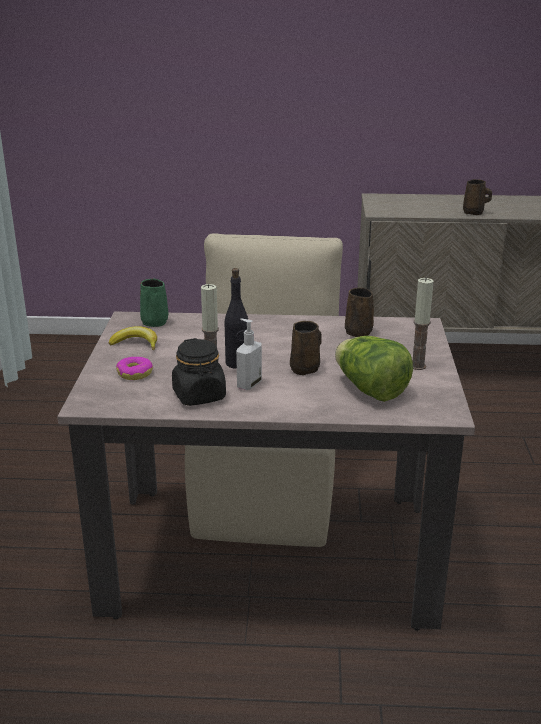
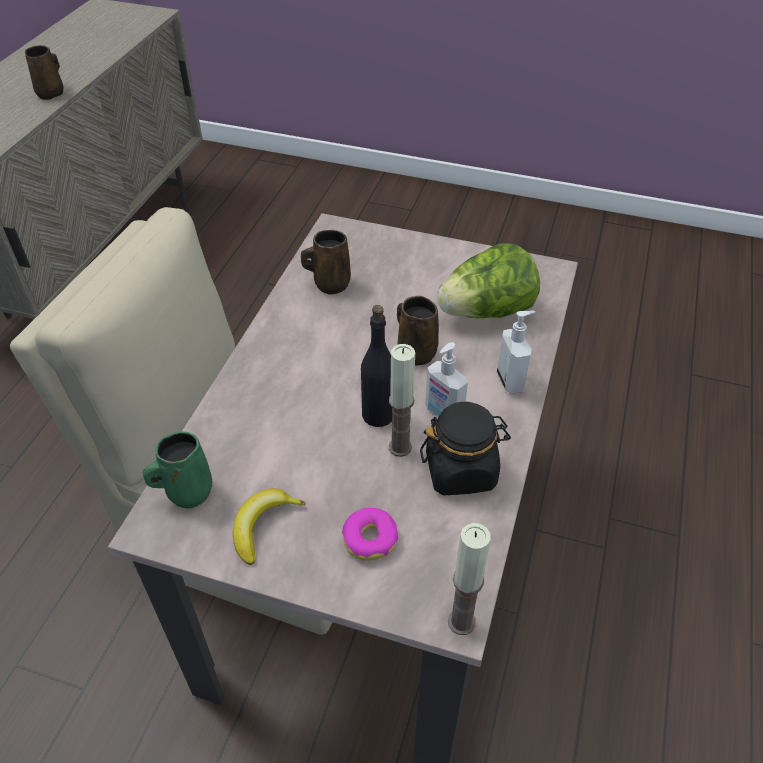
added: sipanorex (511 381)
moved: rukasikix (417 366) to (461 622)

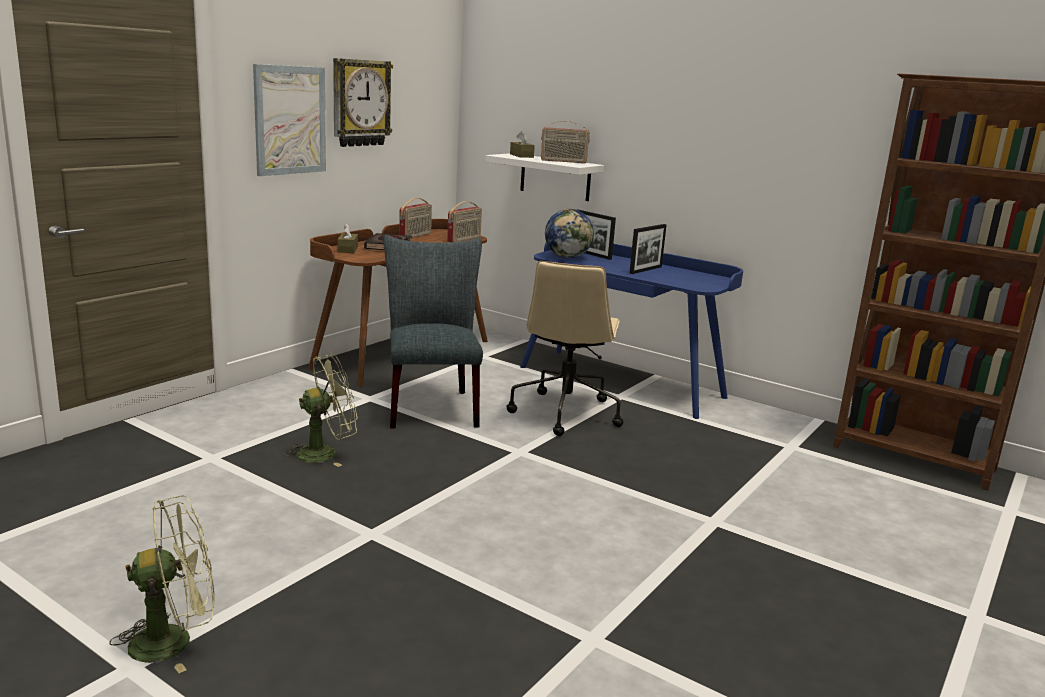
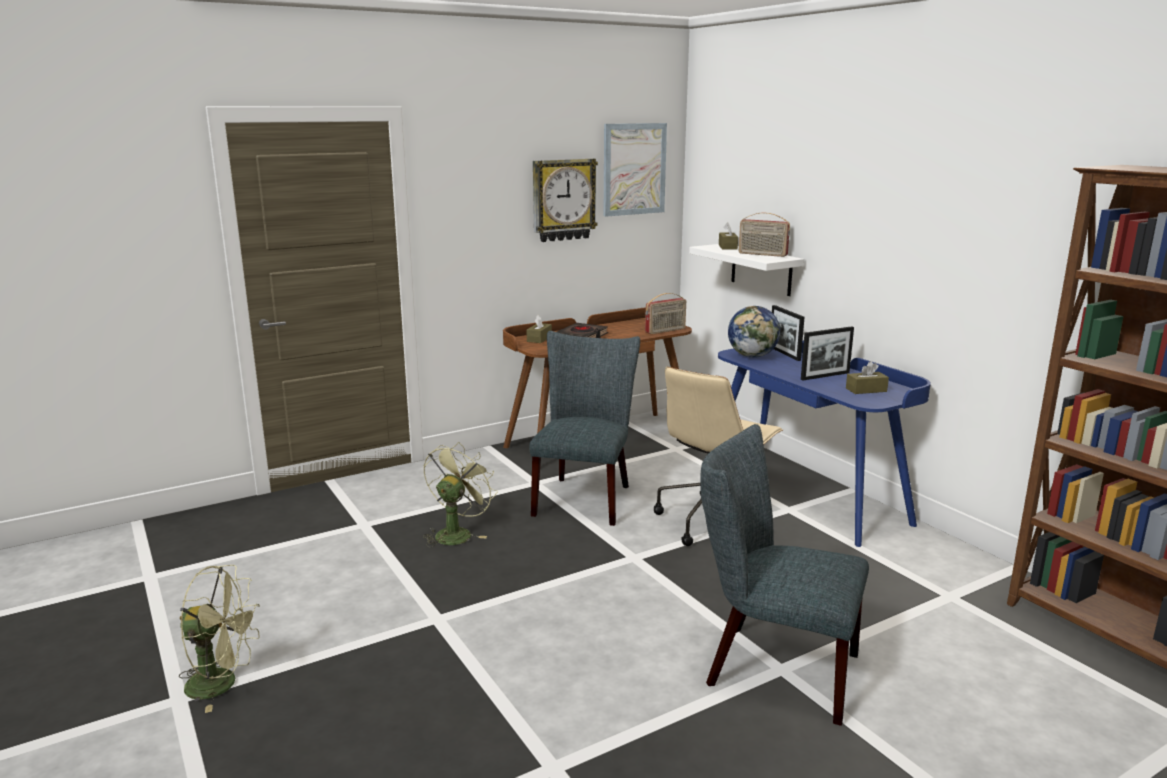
removed: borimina (416 236)
added: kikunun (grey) (772 668); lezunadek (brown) (866 390)
moved: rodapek (290 120) to (634 169)
turned: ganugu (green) (325 453) = (456 533) 60 degrees counterclockwise

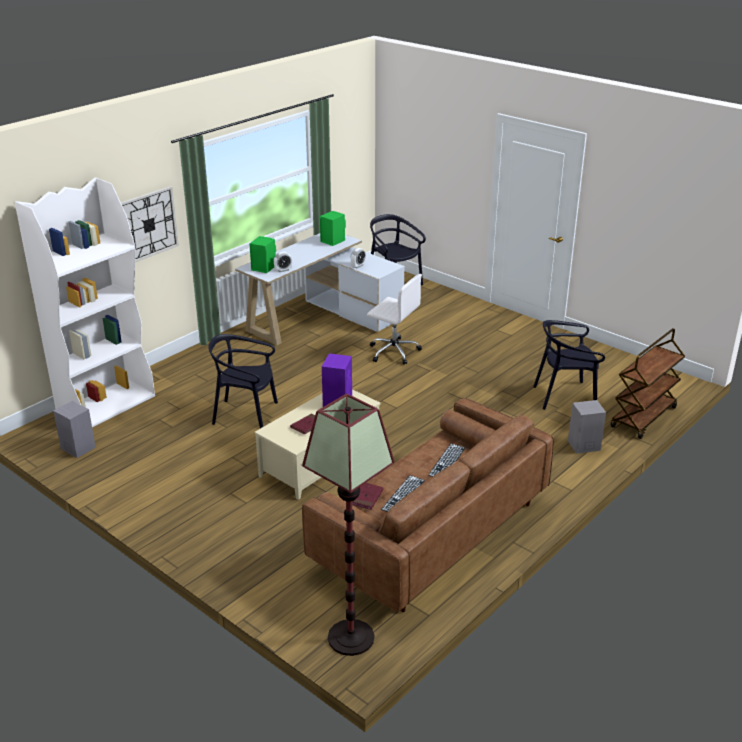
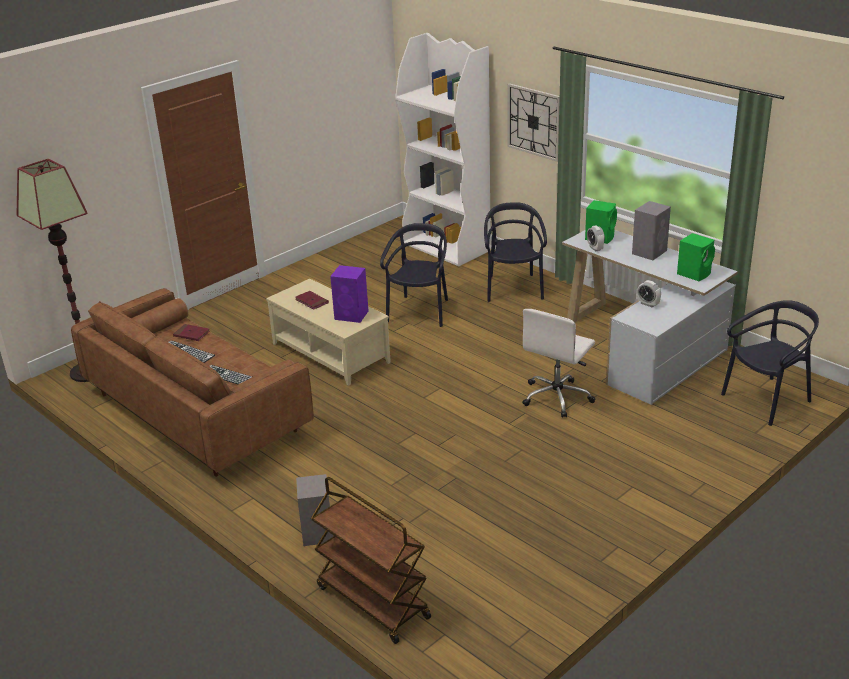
moved: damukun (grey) (77 447) to (649 252); kikunun (black) (565 397) to (513 288)

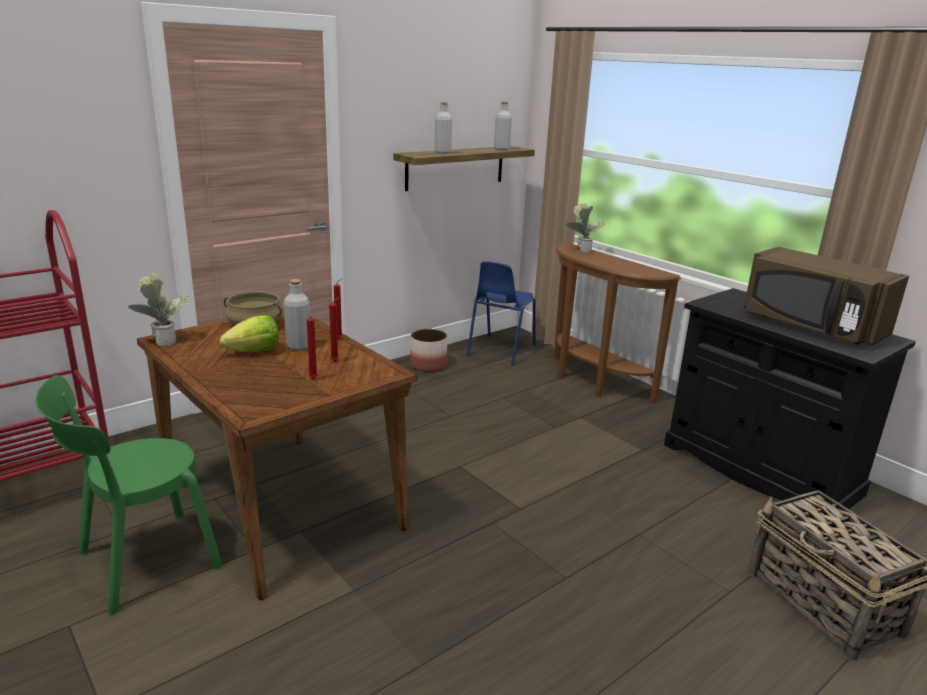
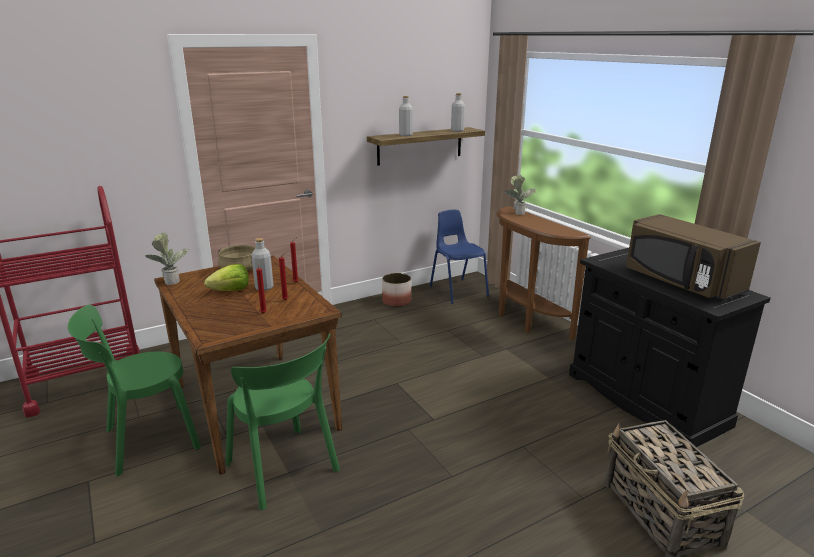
added: kikunun (green) (284 470)
turned: kikunun (blue) (500 350) = (458 291) 120 degrees clockwise

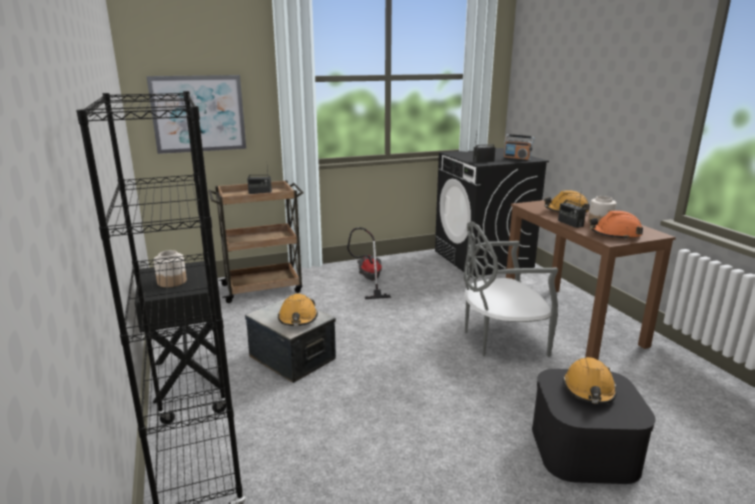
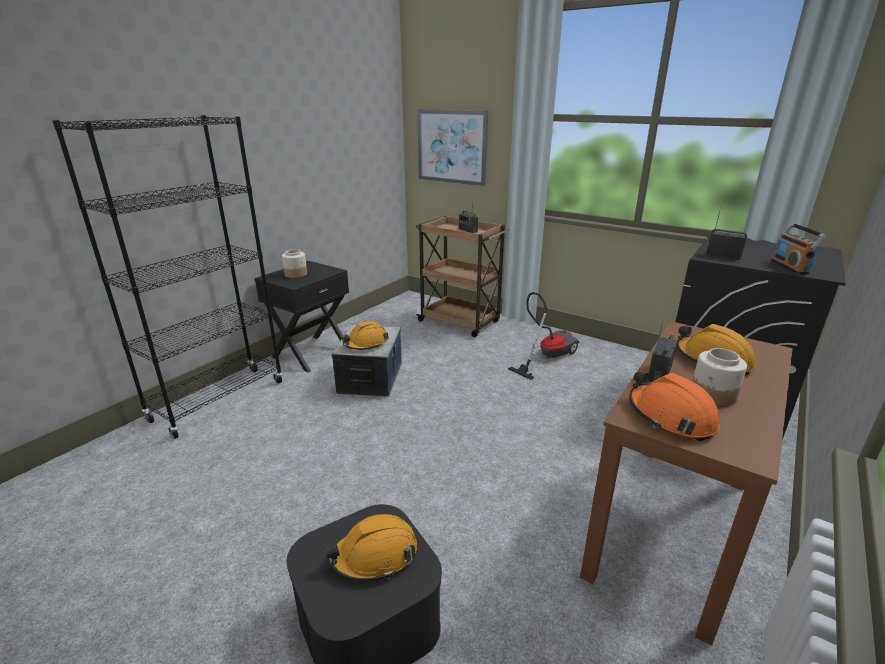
removed: kikunun (grey) (501 340)

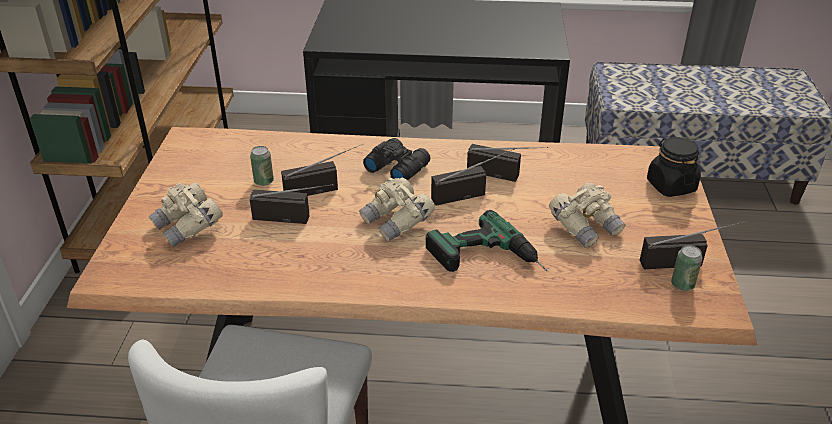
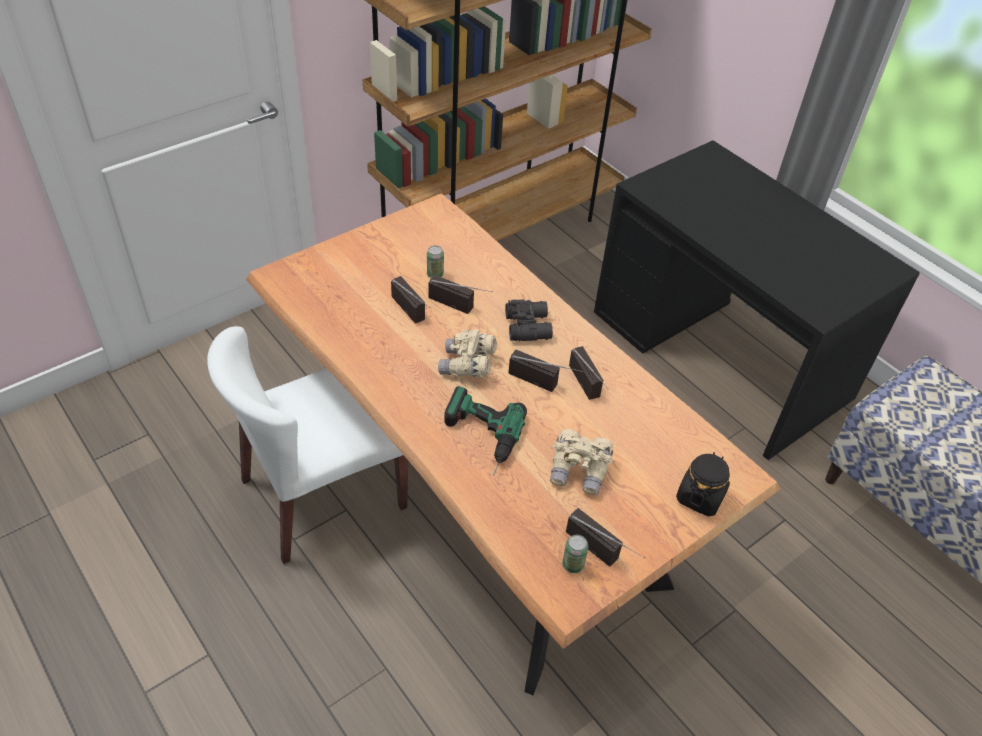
removed: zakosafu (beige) (189 227)

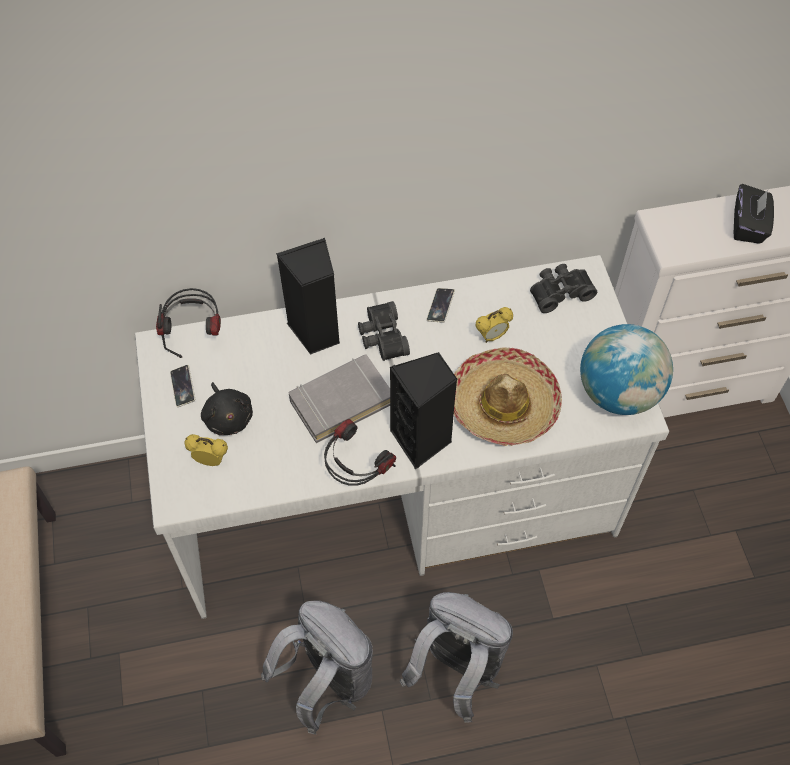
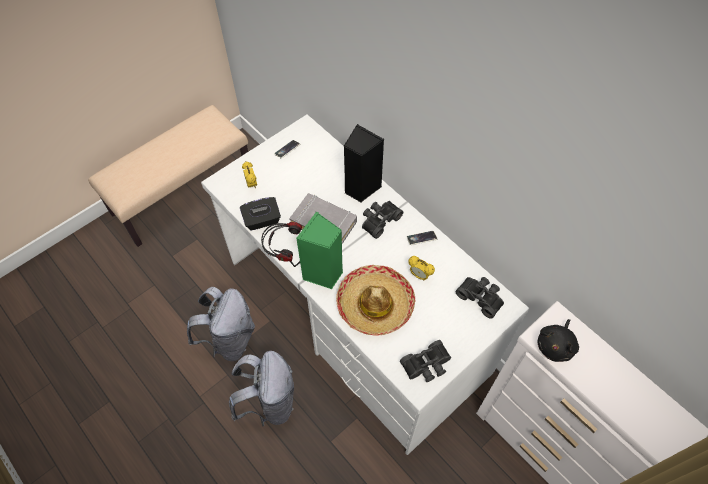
removed: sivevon (195 334)
moved: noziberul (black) (228 417) to (555 345); lezunadek (black) (748 226) to (262 220)
replaced: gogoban (618 393) to zakosafu (black) (427 366)
recoloured: damukun (black) (422 440) to damukun (green) (323 274)

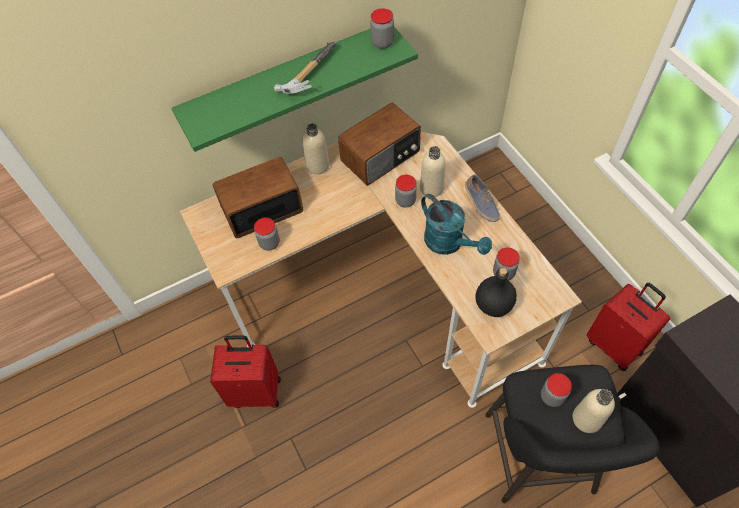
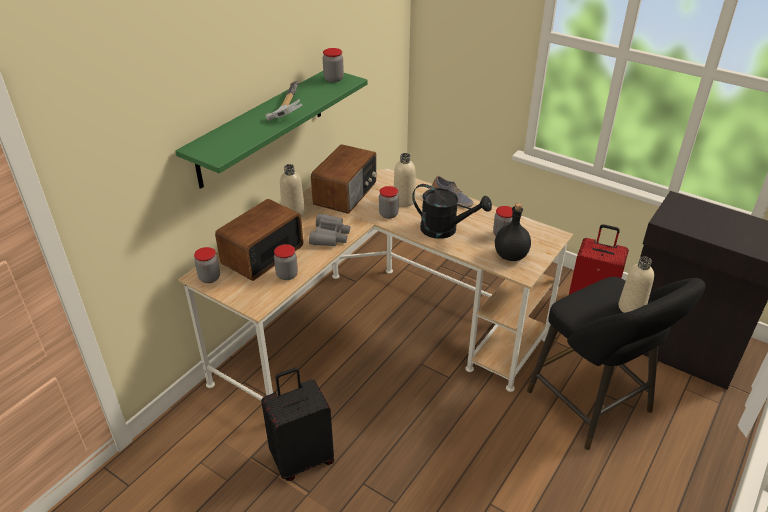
added: zakosafu (grey) (329 236)
moved: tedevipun (552 396) to (209 278)
recoloured: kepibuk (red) (256 391) to kepibuk (black) (302 458); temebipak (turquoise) (449 243) to temebipak (black) (445 230)

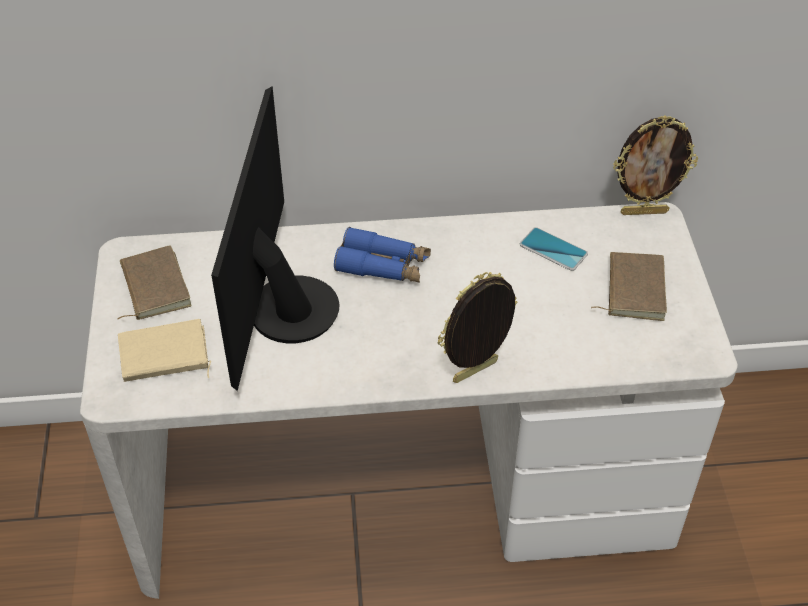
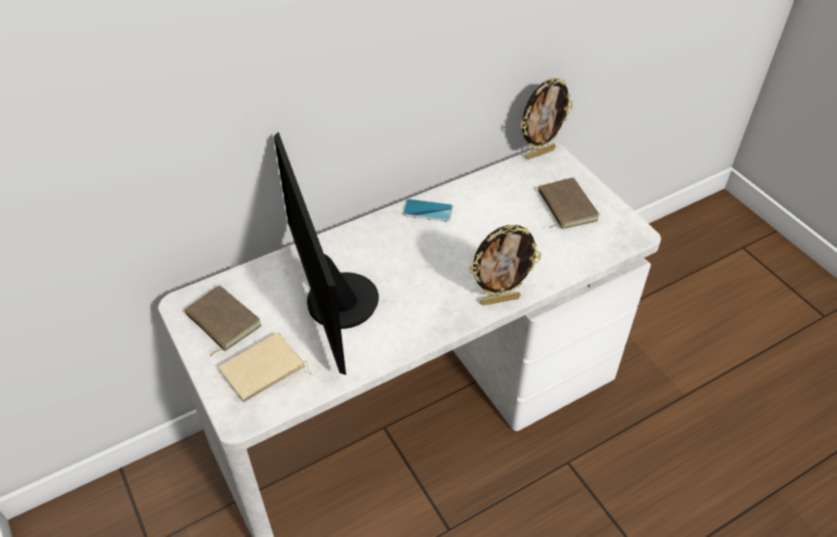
removed: zakosafu (blue) (383 266)
moved: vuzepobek (553 250) to (427 211)
turned: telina (476 373) = (500 299) 135 degrees counterclockwise

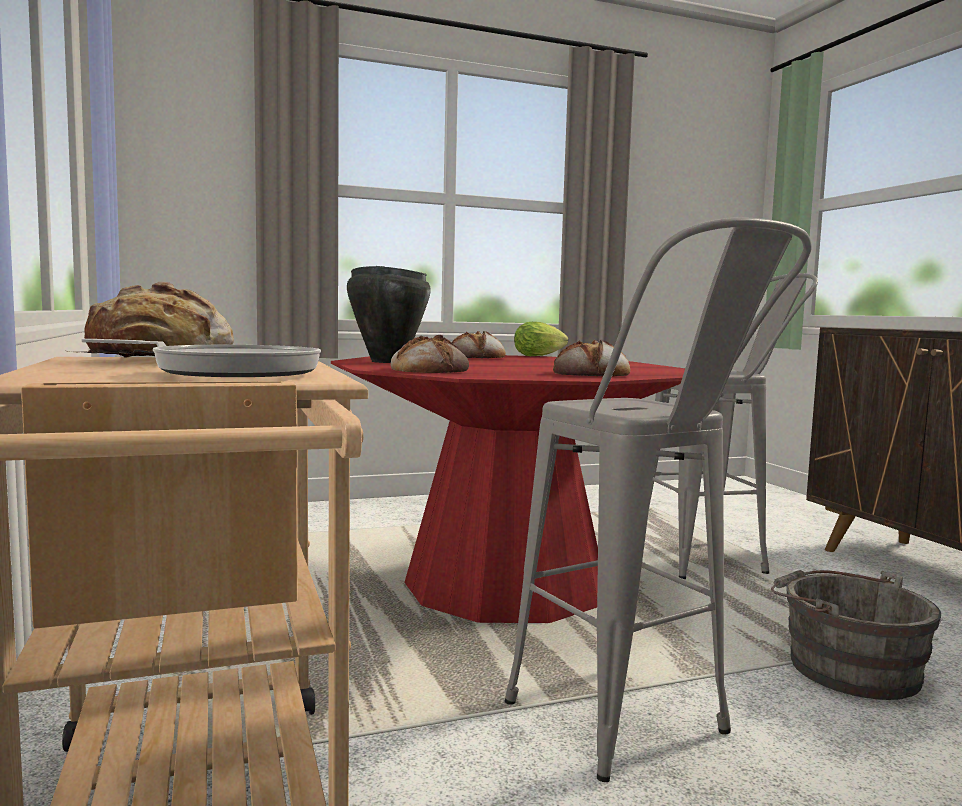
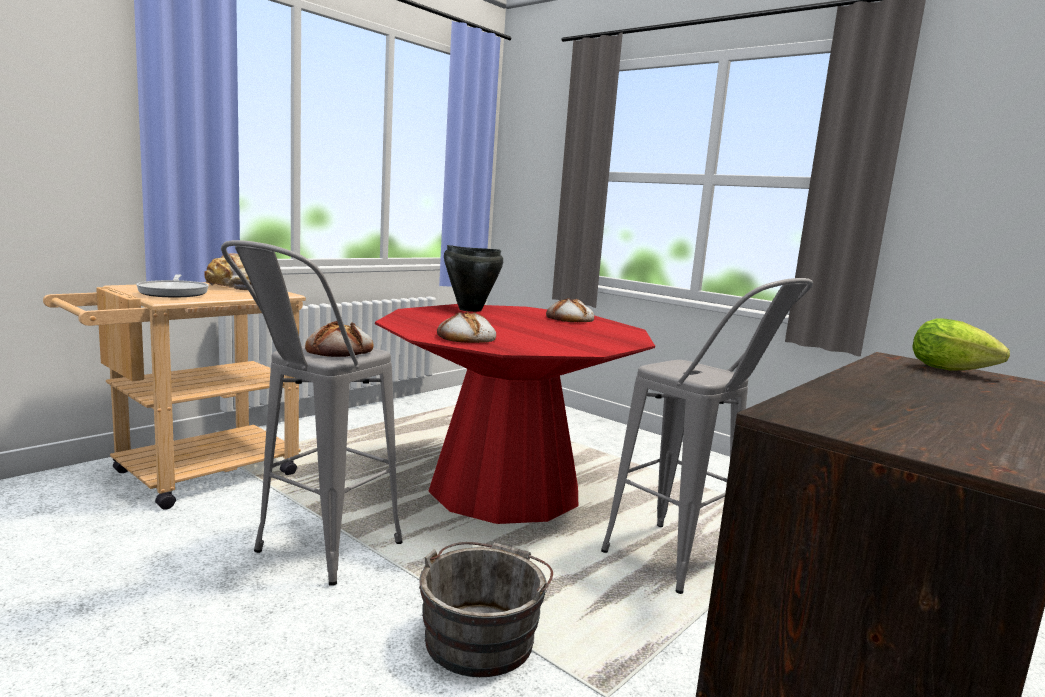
moved: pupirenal (430 370) to (340 350); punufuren (541 356) to (955 371)

